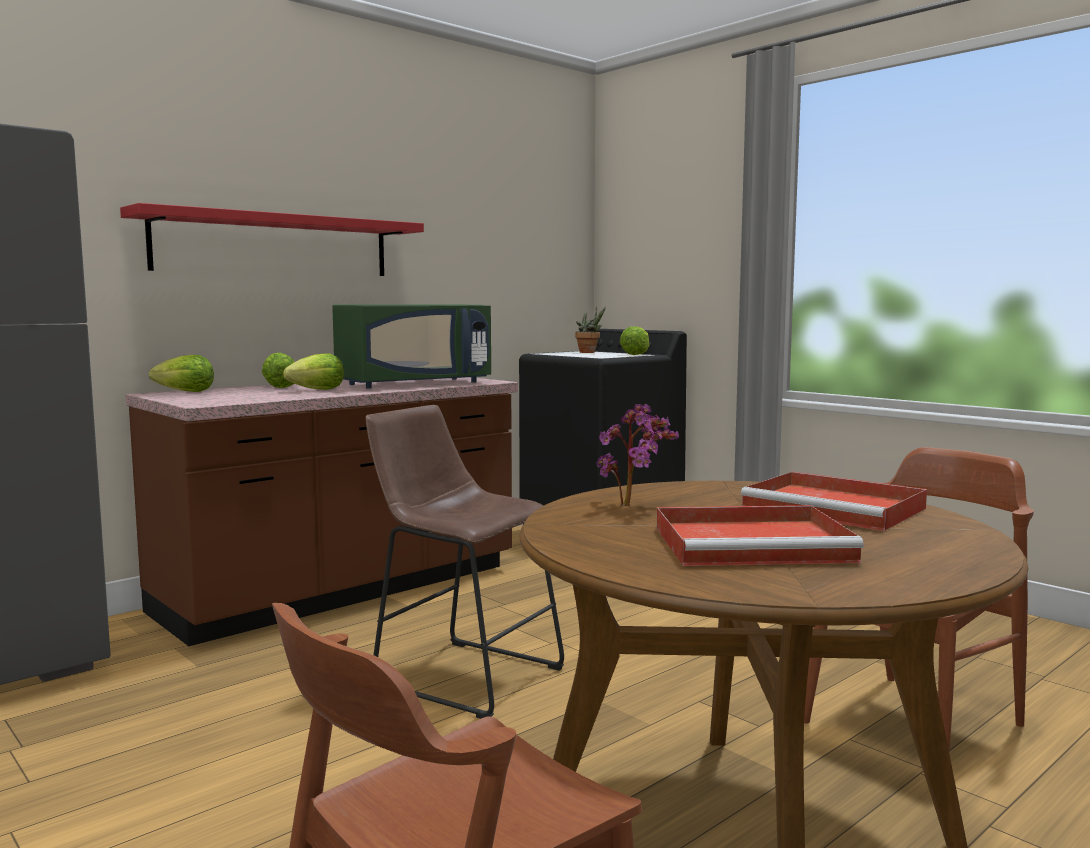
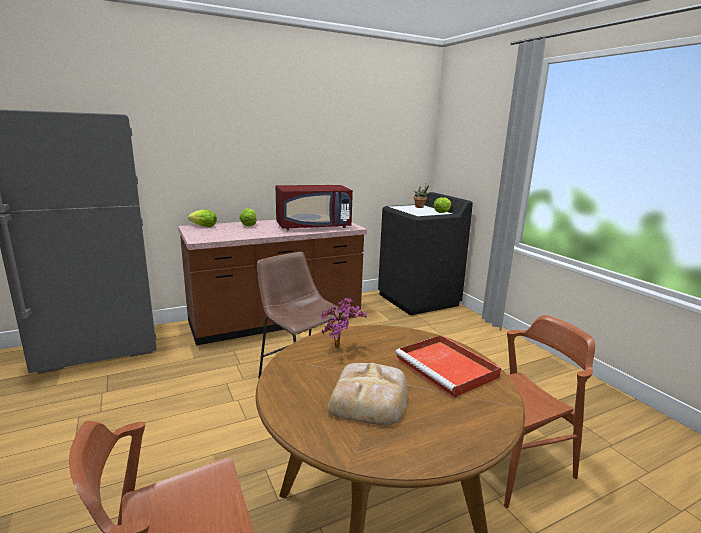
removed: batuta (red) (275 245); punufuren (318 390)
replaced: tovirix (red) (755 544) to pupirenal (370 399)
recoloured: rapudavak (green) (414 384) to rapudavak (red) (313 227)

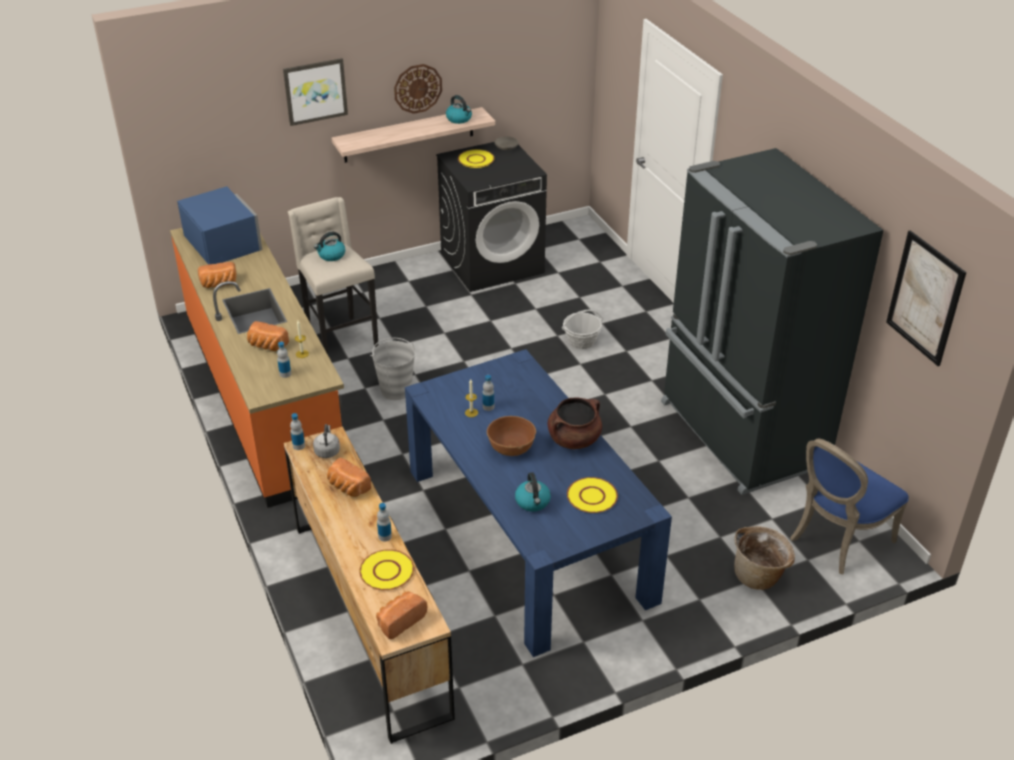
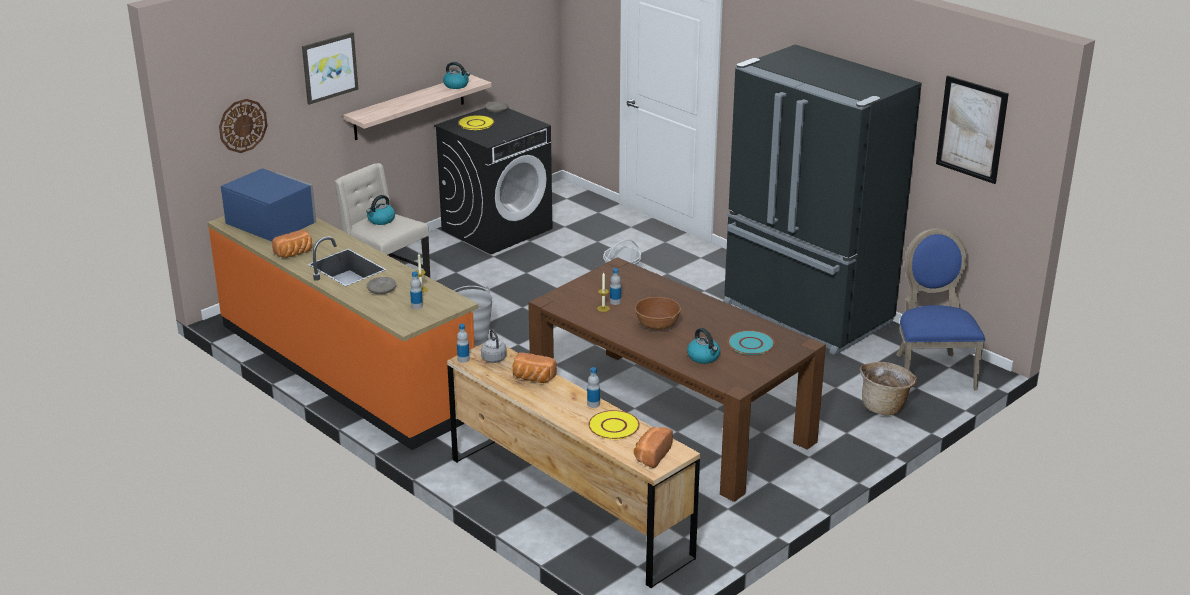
removed: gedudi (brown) (574 439)
moved: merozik (417 88) to (242 125)
replaced: pupirenal (267 346) to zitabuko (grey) (382 290)
recoloured: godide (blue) (528 534) to godide (brown) (670 419); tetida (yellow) (592 496) to tetida (turquoise) (751 344)
turned: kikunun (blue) (836 540) = (931 370) 150 degrees clockwise

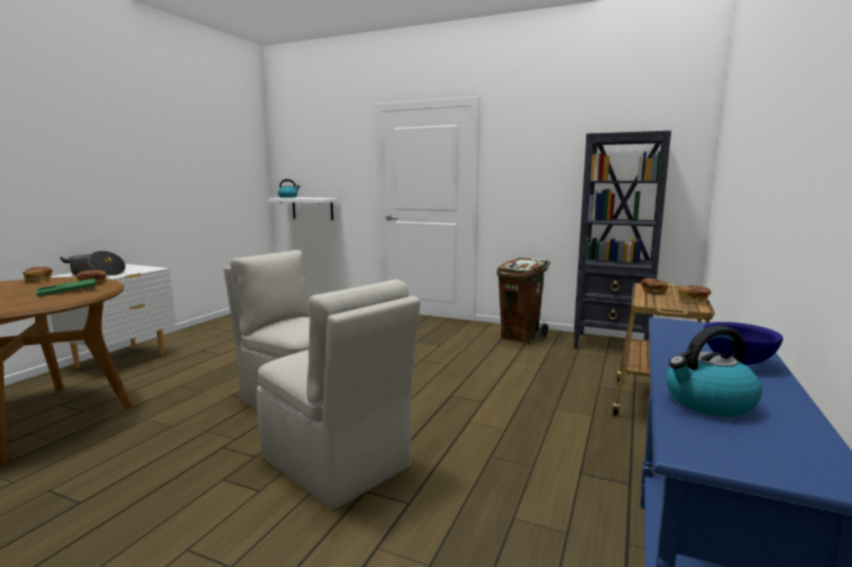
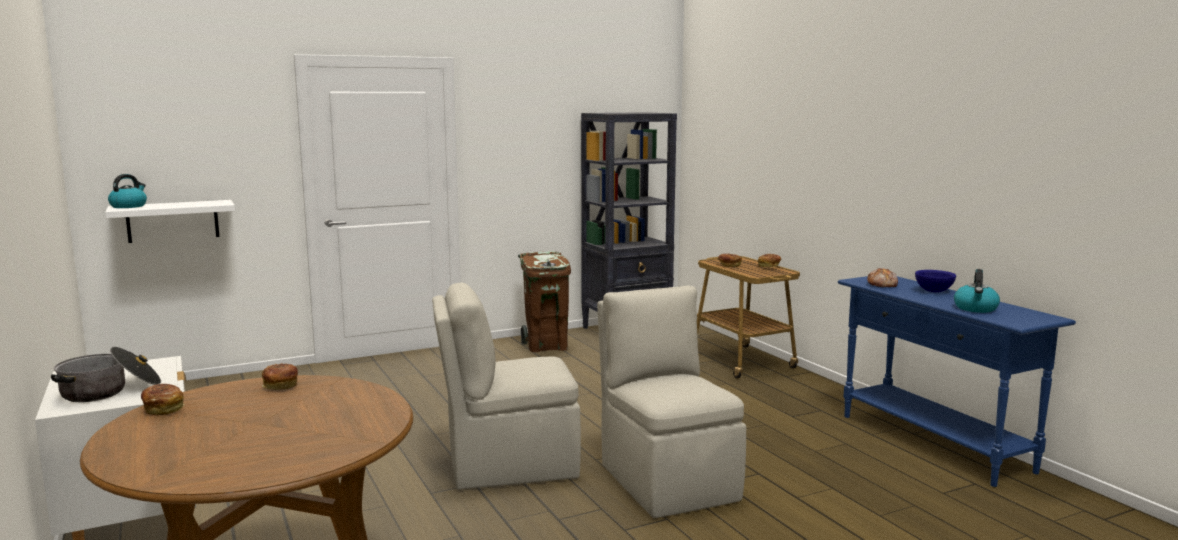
removed: tovirix (green) (67 291)
added: pupirenal (882 285)
turned: kikunun (beige) (337 463) = (667 480) 105 degrees counterclockwise

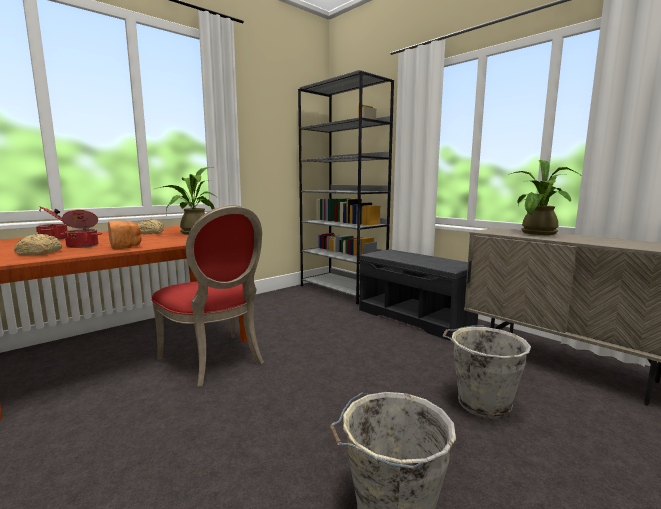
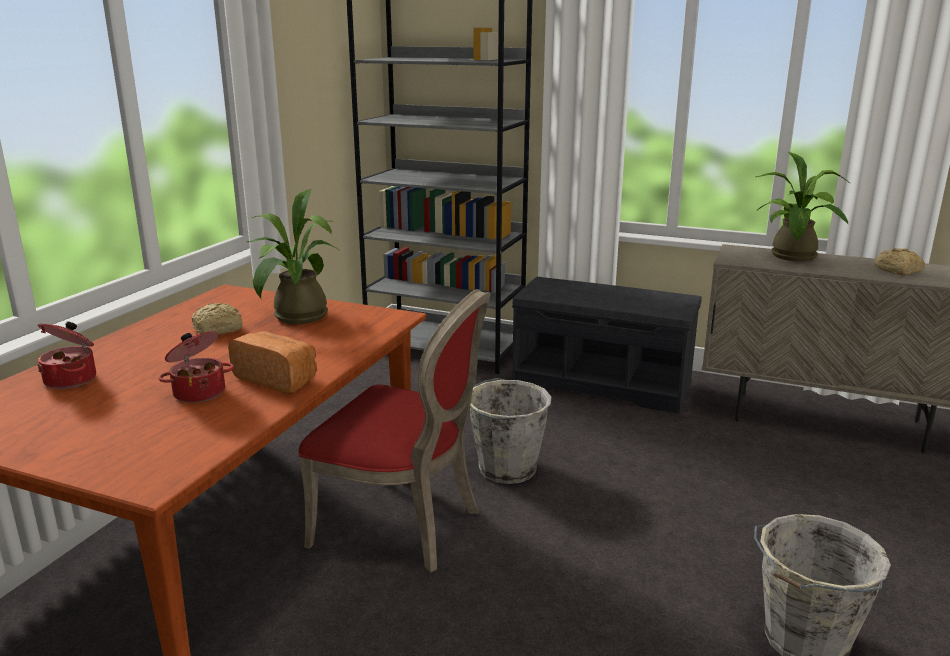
moved: pupirenal (38 253) to (898 271); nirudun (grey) (481 403) to (504 468)

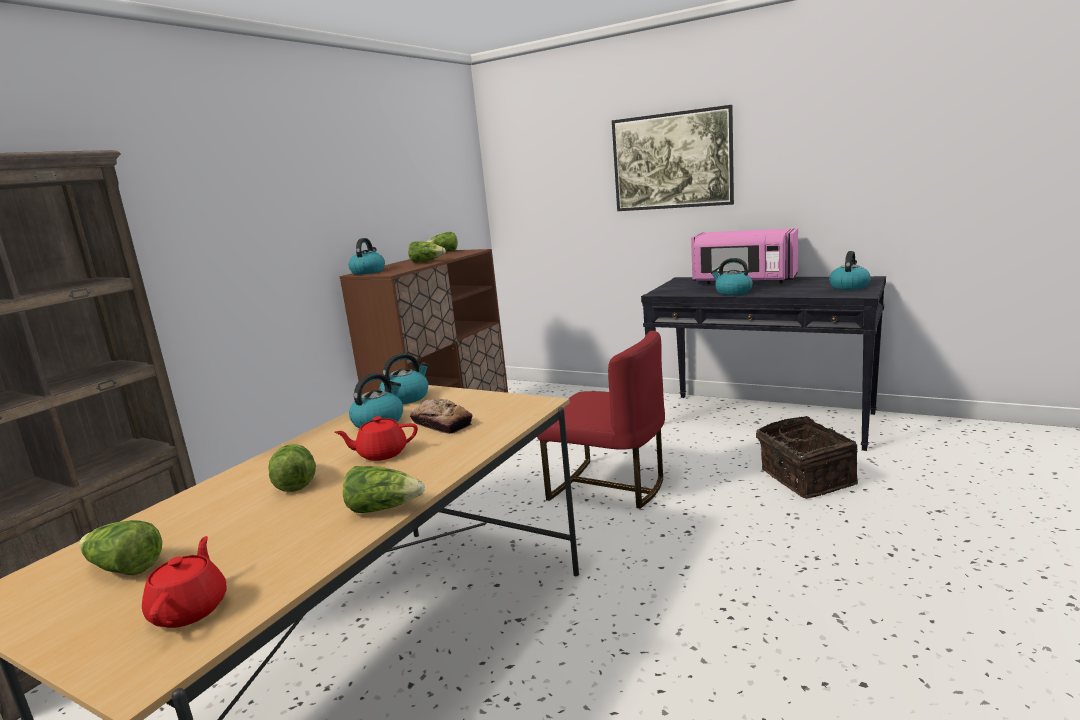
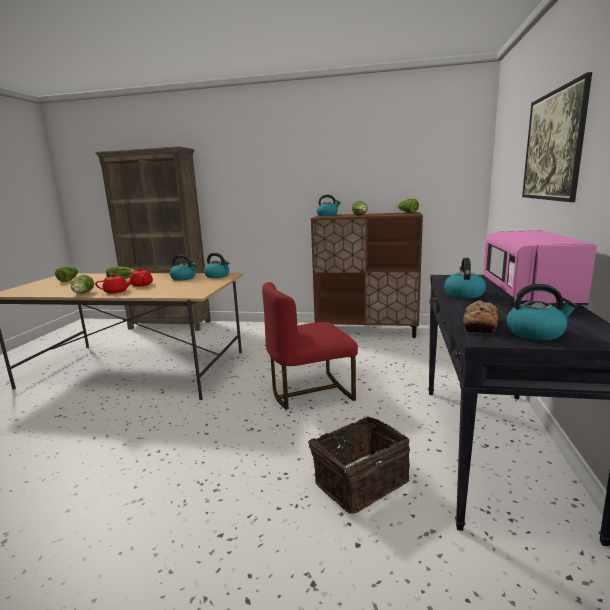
moved: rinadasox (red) (191 609) to (117 291); pupirenal (441 424) to (480 324)
turned: kikunun (red) (609 486) = (310 392) 60 degrees clockwise

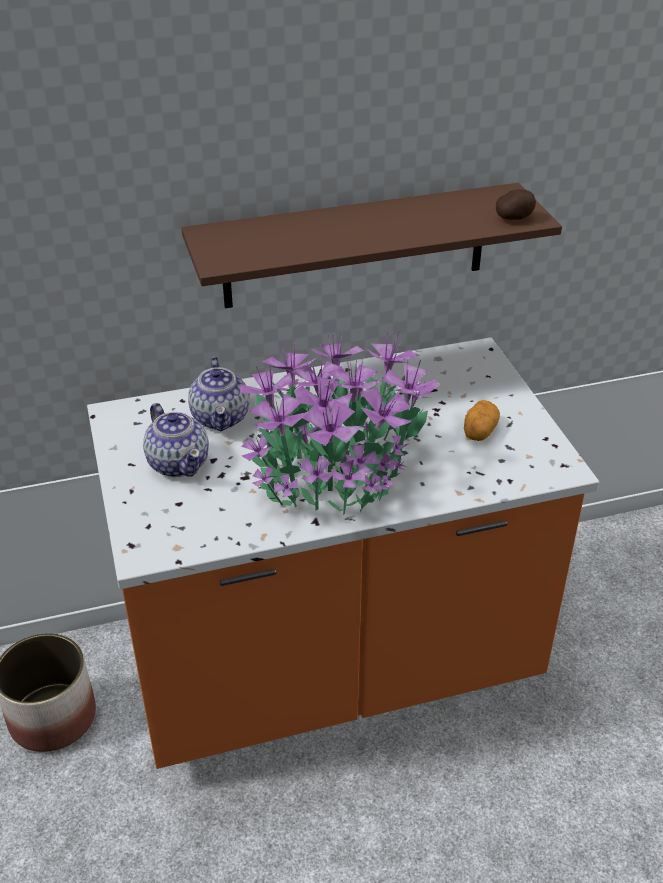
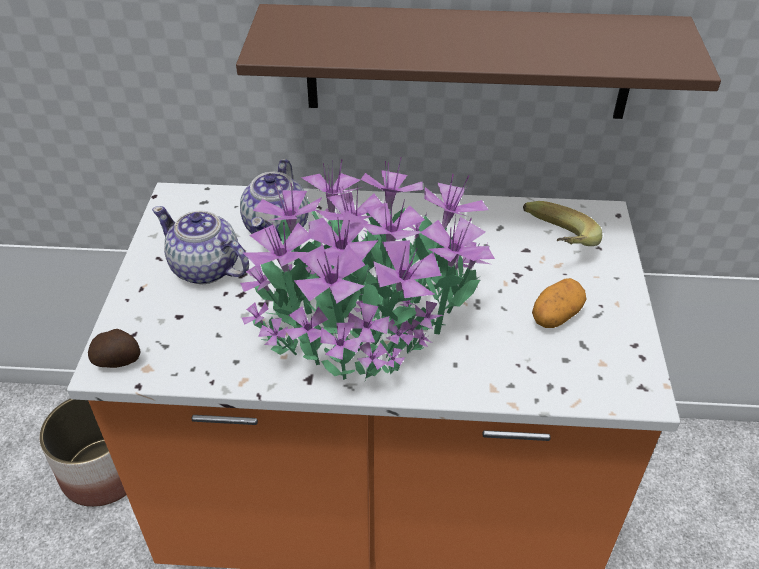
added: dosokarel (552 244)
moved: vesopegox (514 218) to (118 361)
turned: rinadasox (178 463) = (205 269) 135 degrees clockwise

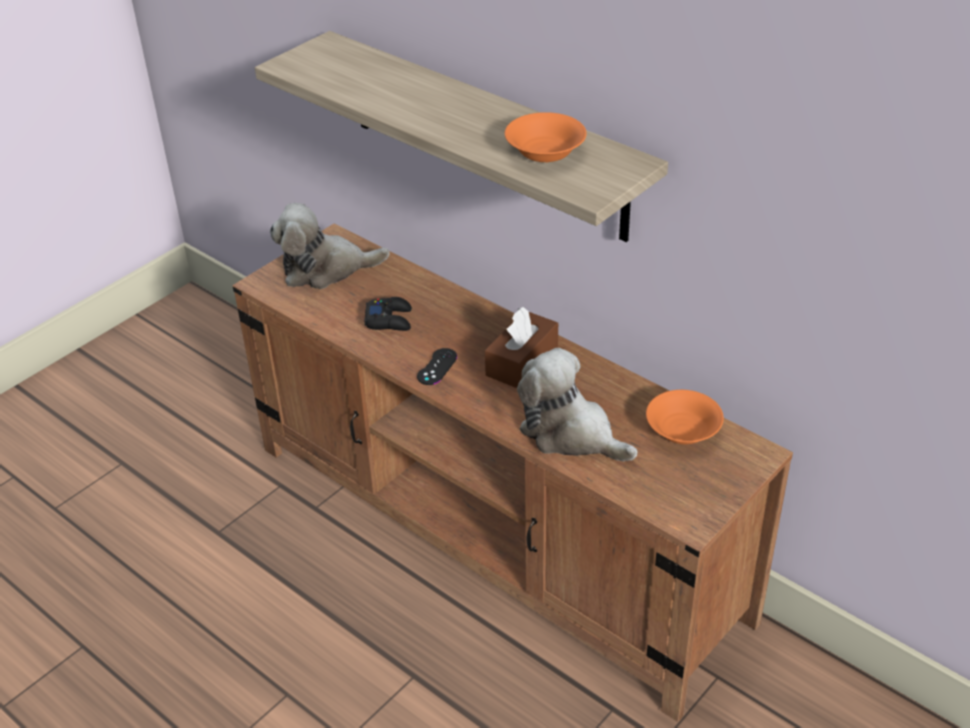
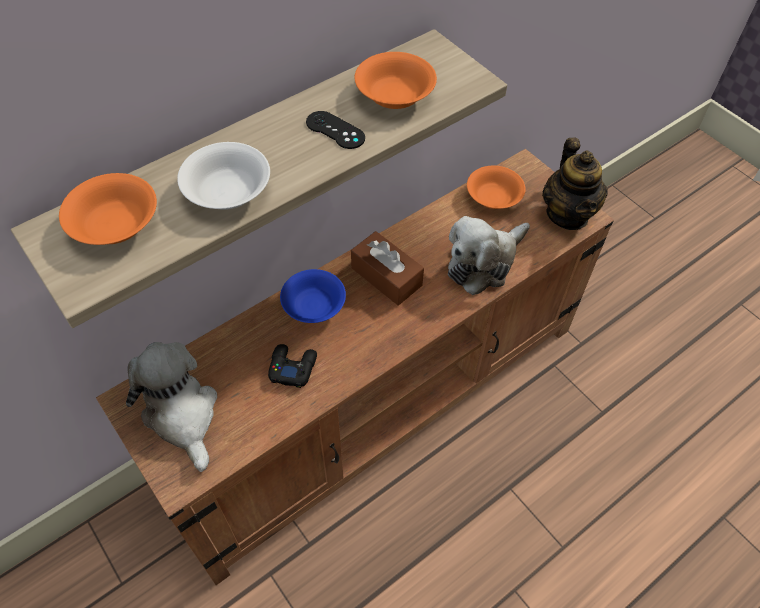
added: zitabuko (orange) (116 225); zitabuko (white) (229 191); zitabuko (blue) (314 305); rinadasox (568 214)
moved: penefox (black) (437 367) to (335 130)
turned: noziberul (325 269) = (182 415) 150 degrees clockwise

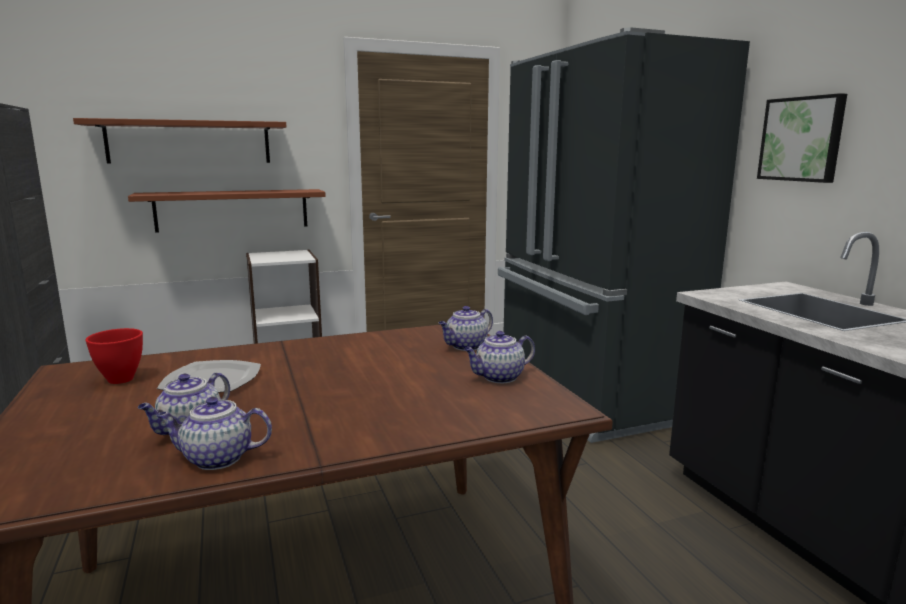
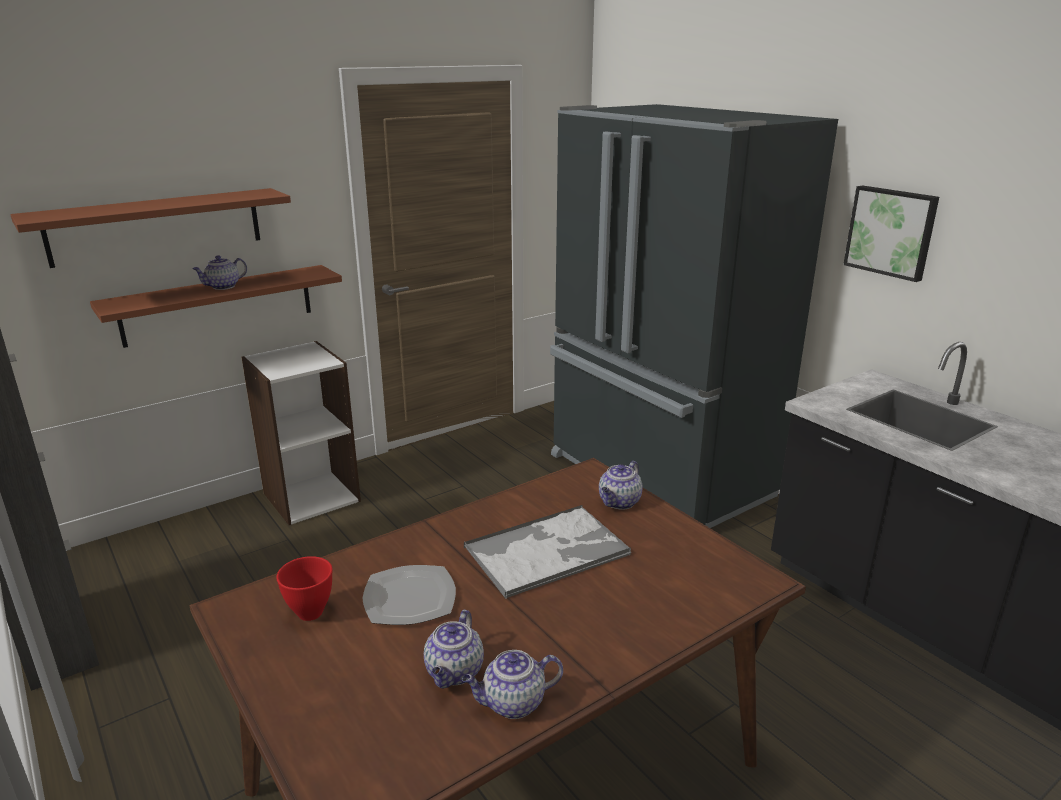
added: tovirix (548 551)
moved: rinadasox (498 377) to (222 287)

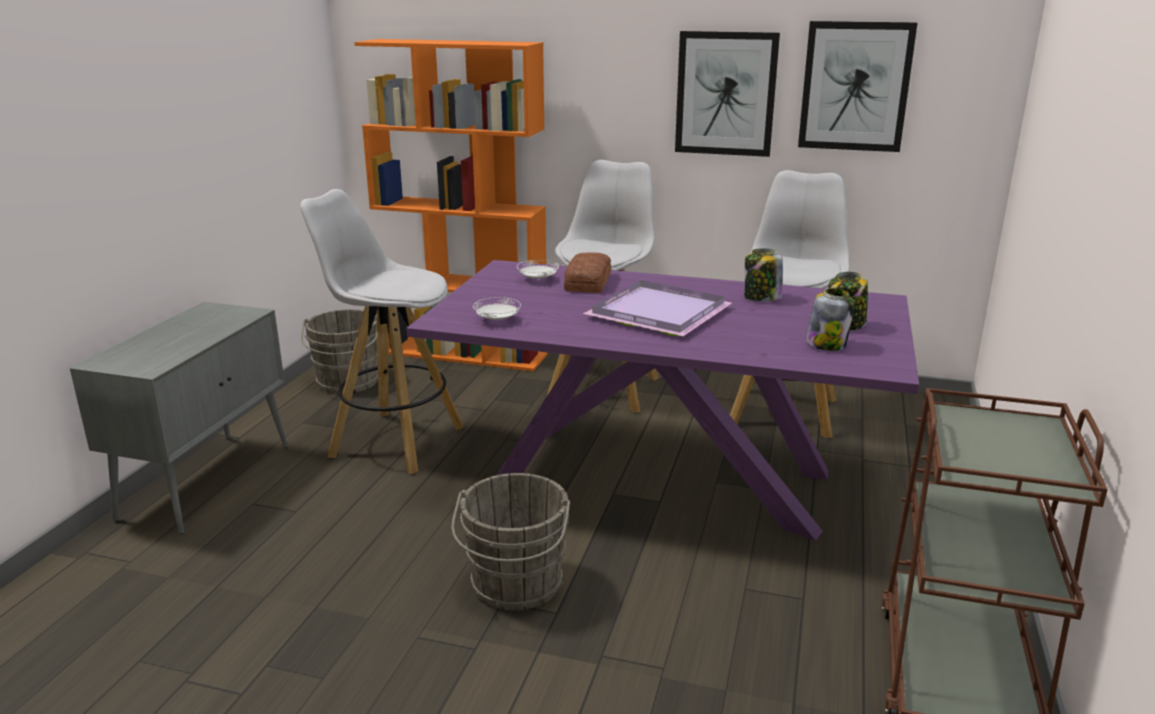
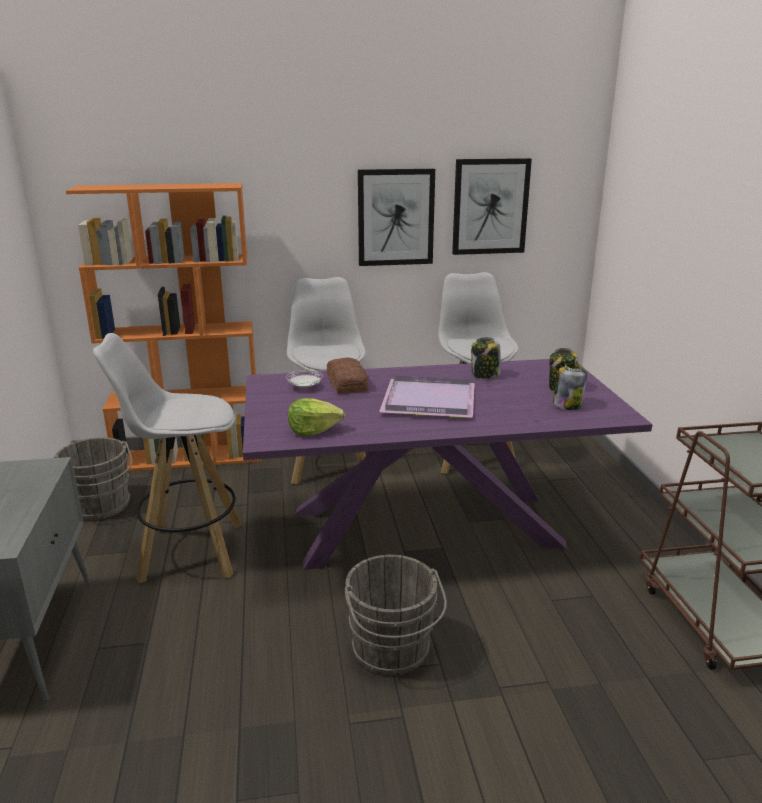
replaced: tetida (white) (497 320) to punufuren (313 430)

